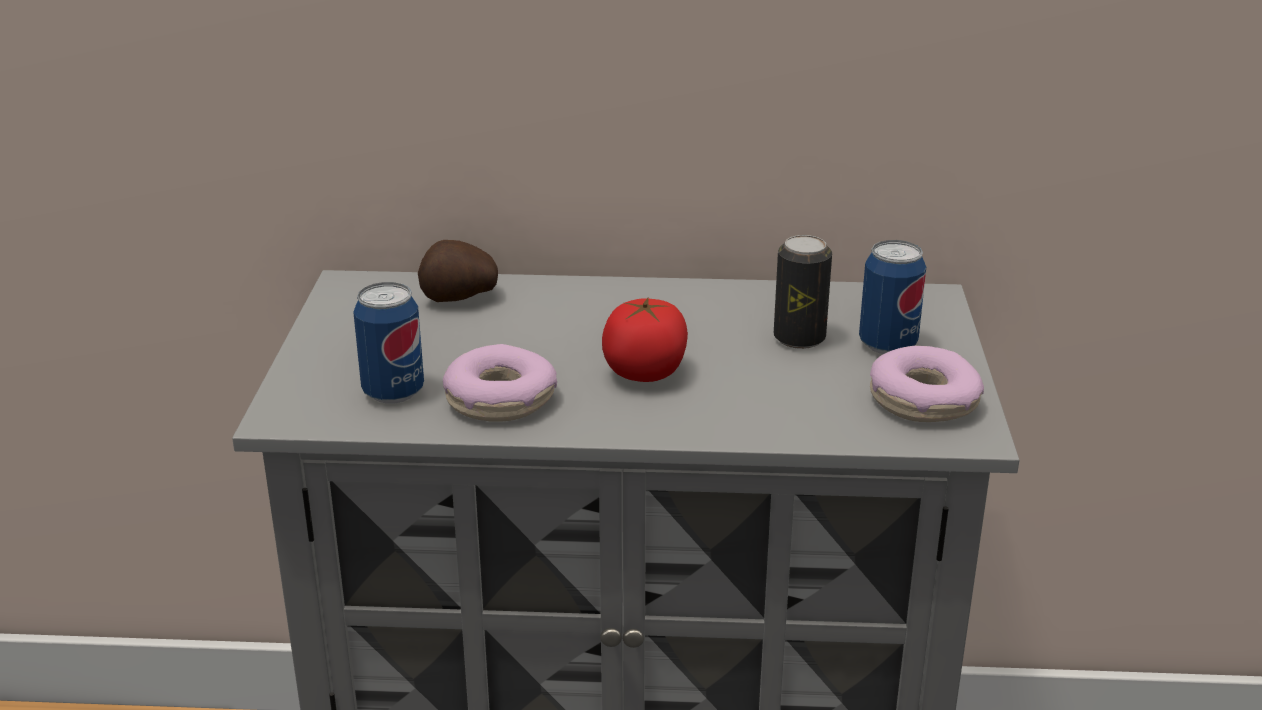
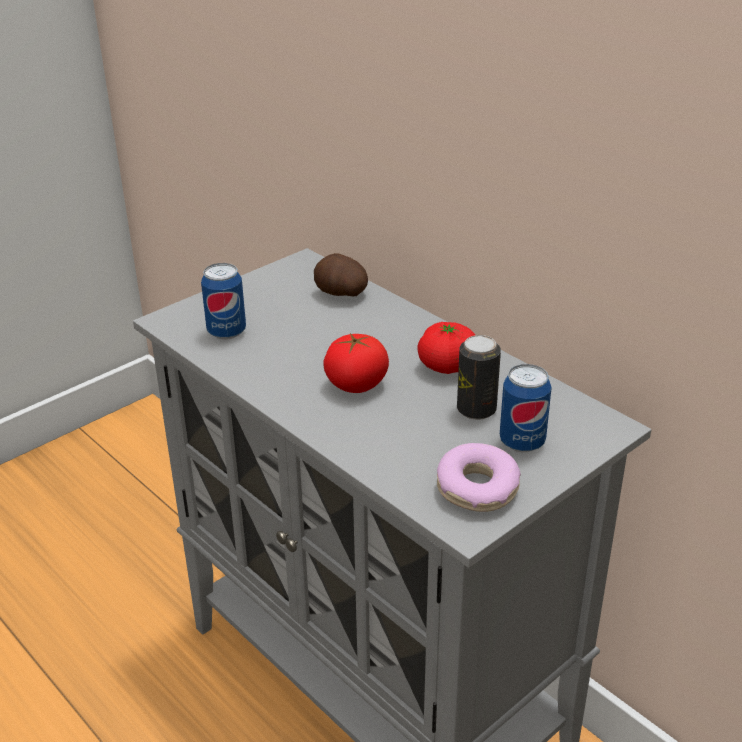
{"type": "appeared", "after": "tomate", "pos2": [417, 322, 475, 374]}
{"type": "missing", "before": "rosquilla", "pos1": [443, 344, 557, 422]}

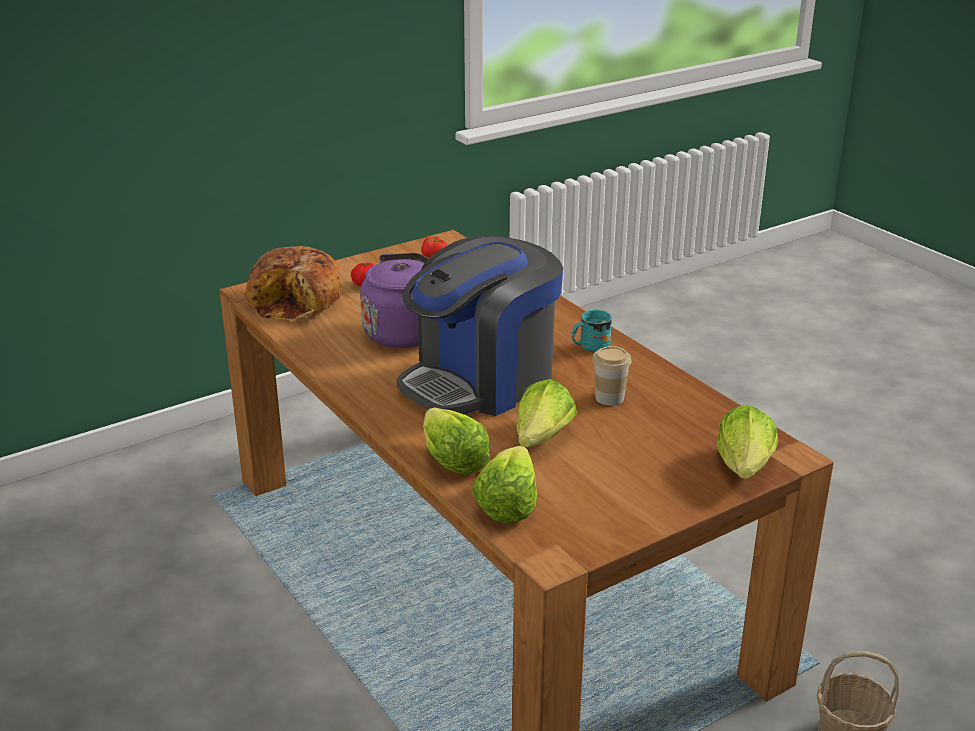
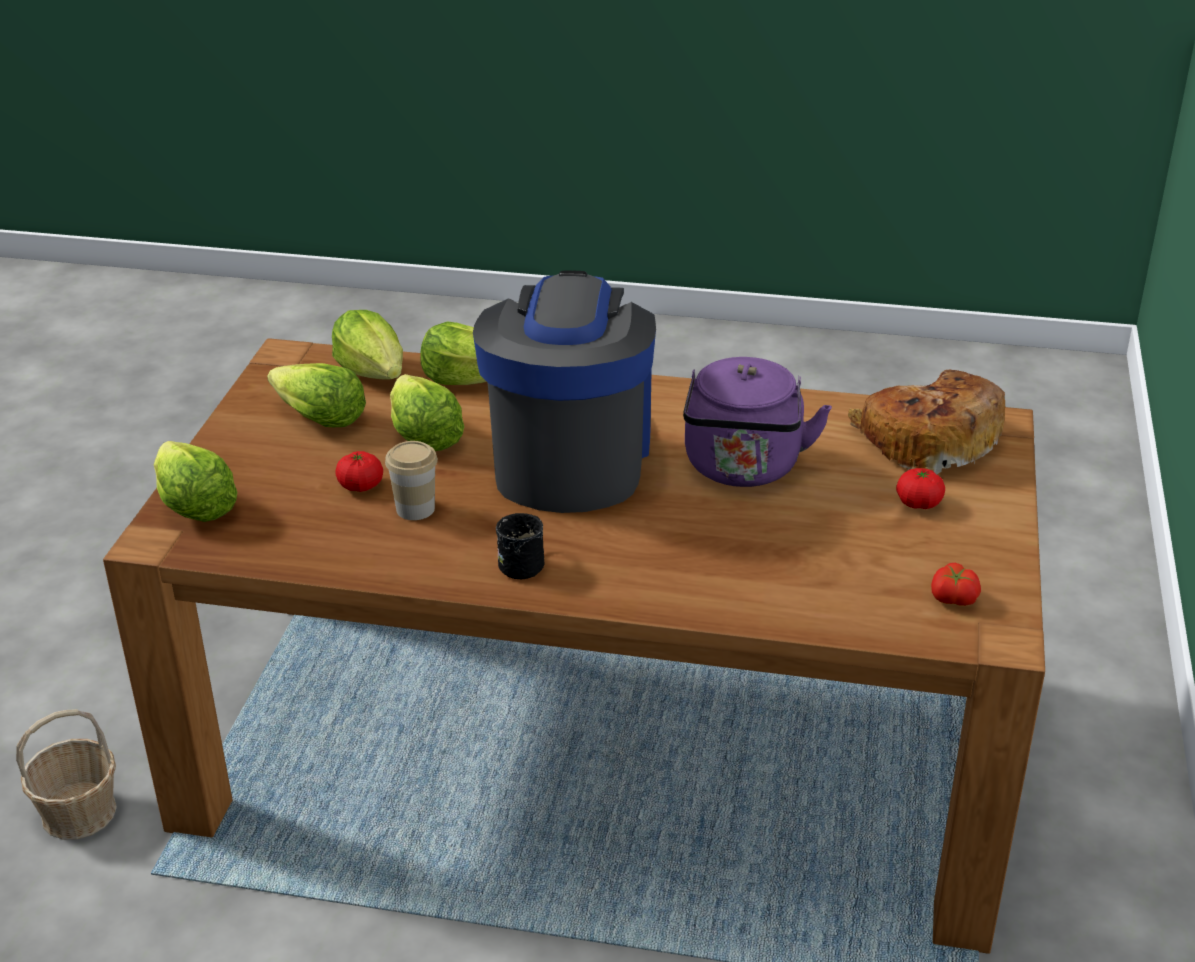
{"type": "appeared", "after": "lechuga", "pos2": [267, 363, 366, 427]}
{"type": "appeared", "after": "tomate", "pos2": [335, 451, 383, 492]}
{"type": "colour", "before": "taza grande/turquesa", "after": "taza grande/negro", "pos1": [571, 310, 612, 353], "pos2": [496, 513, 544, 579]}

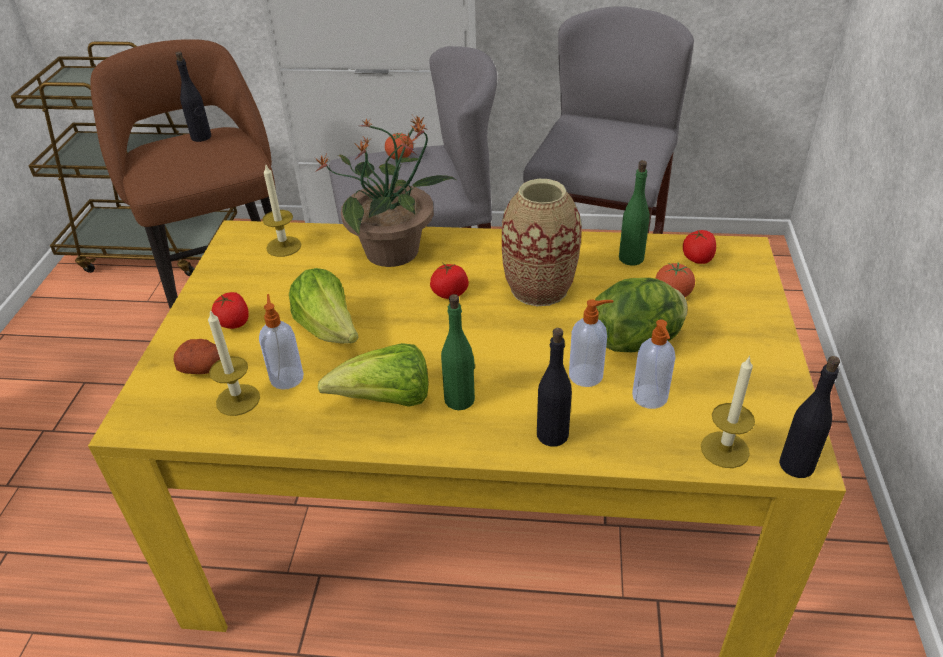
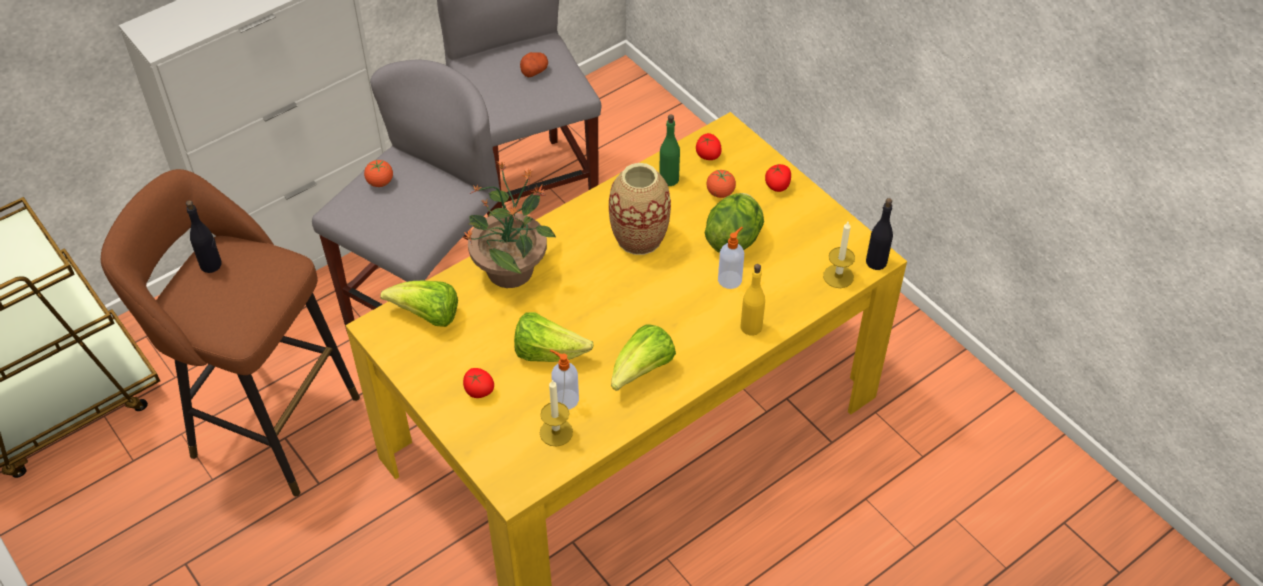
{"type": "exchanged", "before": "vela", "after": "lechuga", "pos1": [262, 163, 301, 257], "pos2": [380, 281, 458, 327]}
{"type": "relocated", "before": "patata", "pos1": [174, 339, 220, 374], "pos2": [520, 52, 548, 78]}
{"type": "colour", "before": "botella/negro", "after": "botella/amarillo", "pos1": [537, 328, 572, 447], "pos2": [741, 264, 765, 336]}
{"type": "relocated", "before": "tomate", "pos1": [430, 263, 469, 299], "pos2": [765, 164, 791, 192]}
{"type": "missing", "before": "botella/verde", "pos1": [441, 294, 475, 410]}
{"type": "missing", "before": "dispensador de jabón", "pos1": [632, 320, 676, 409]}

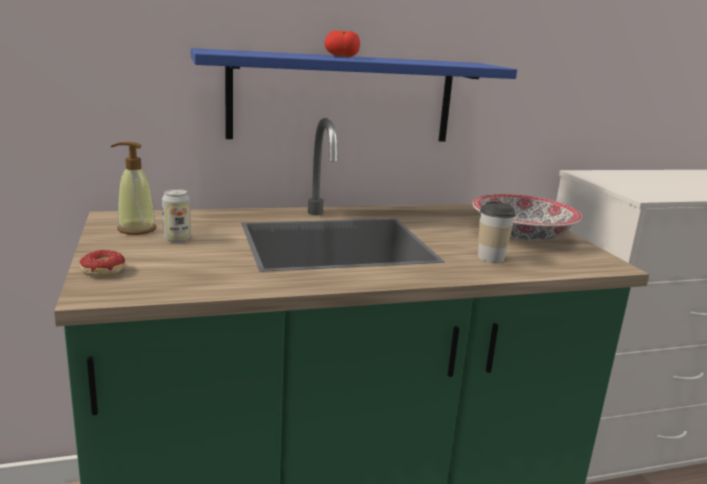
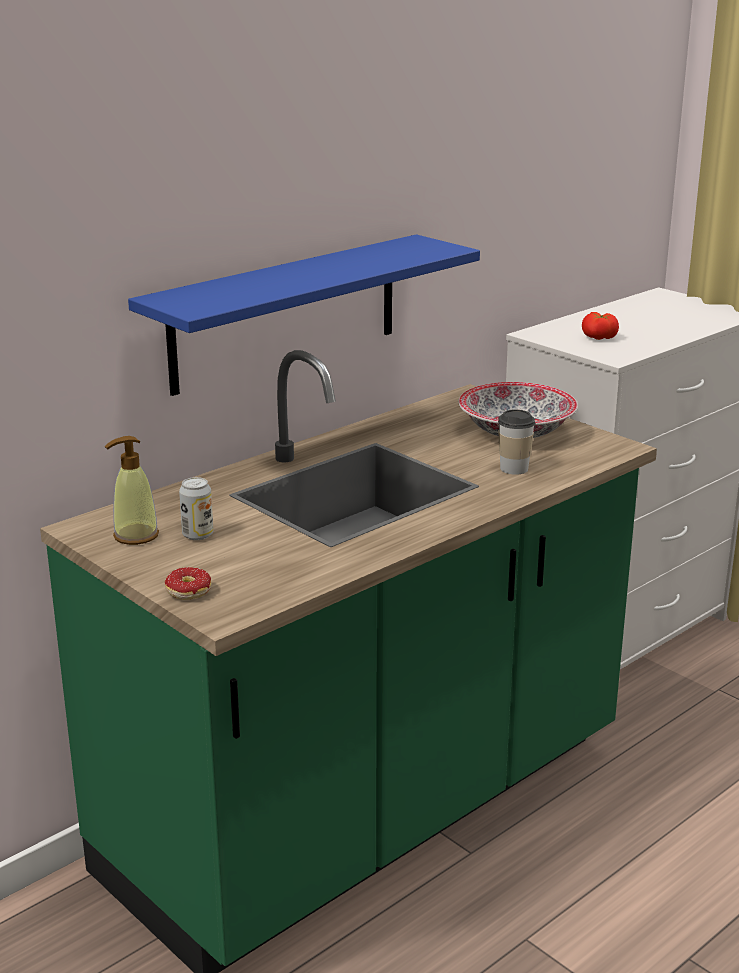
{"type": "relocated", "before": "tomate", "pos1": [325, 30, 360, 57], "pos2": [582, 312, 619, 340]}

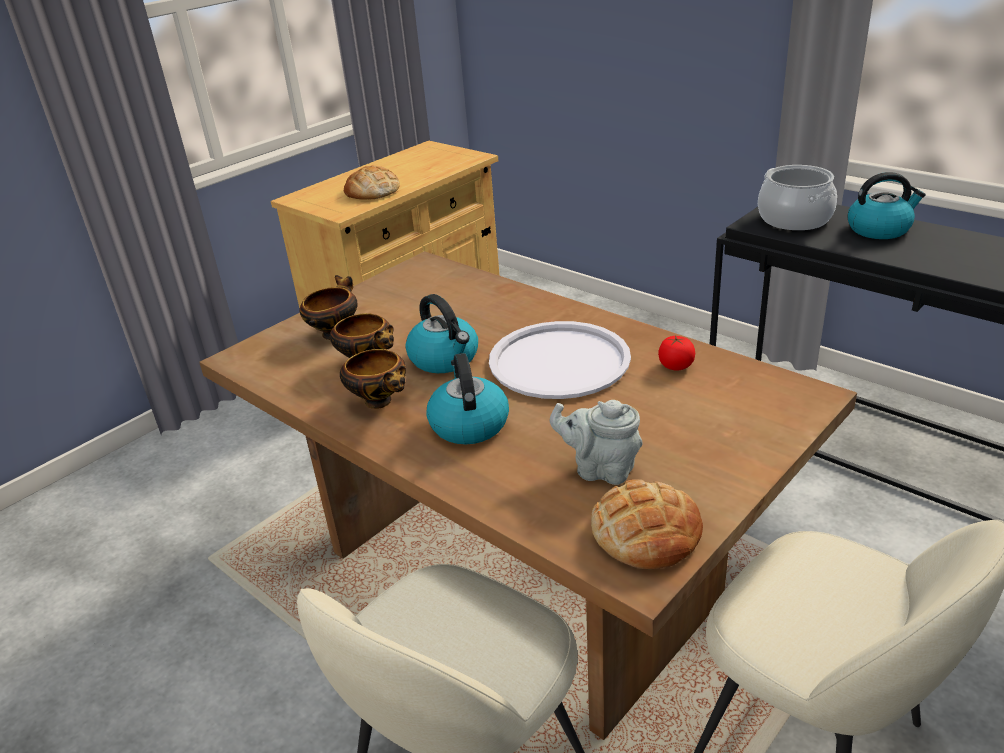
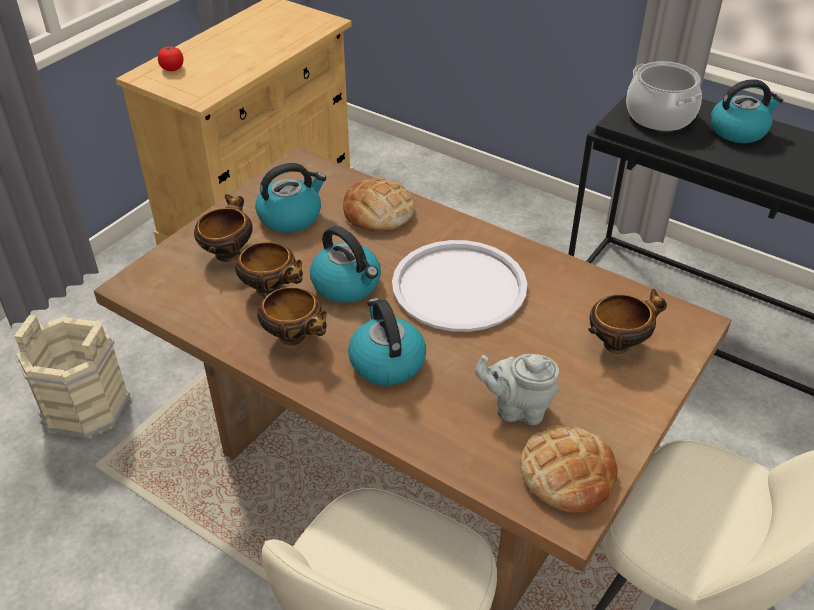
{"type": "appeared", "after": "cubo/beis", "pos2": [14, 315, 130, 439]}
{"type": "relocated", "before": "tomate", "pos1": [658, 335, 695, 371], "pos2": [158, 47, 183, 71]}
{"type": "appeared", "after": "hervidor", "pos2": [256, 163, 326, 233]}
{"type": "relocated", "before": "pan", "pos1": [344, 165, 400, 200], "pos2": [343, 178, 415, 231]}
{"type": "appeared", "after": "cuenco", "pos2": [588, 289, 667, 354]}

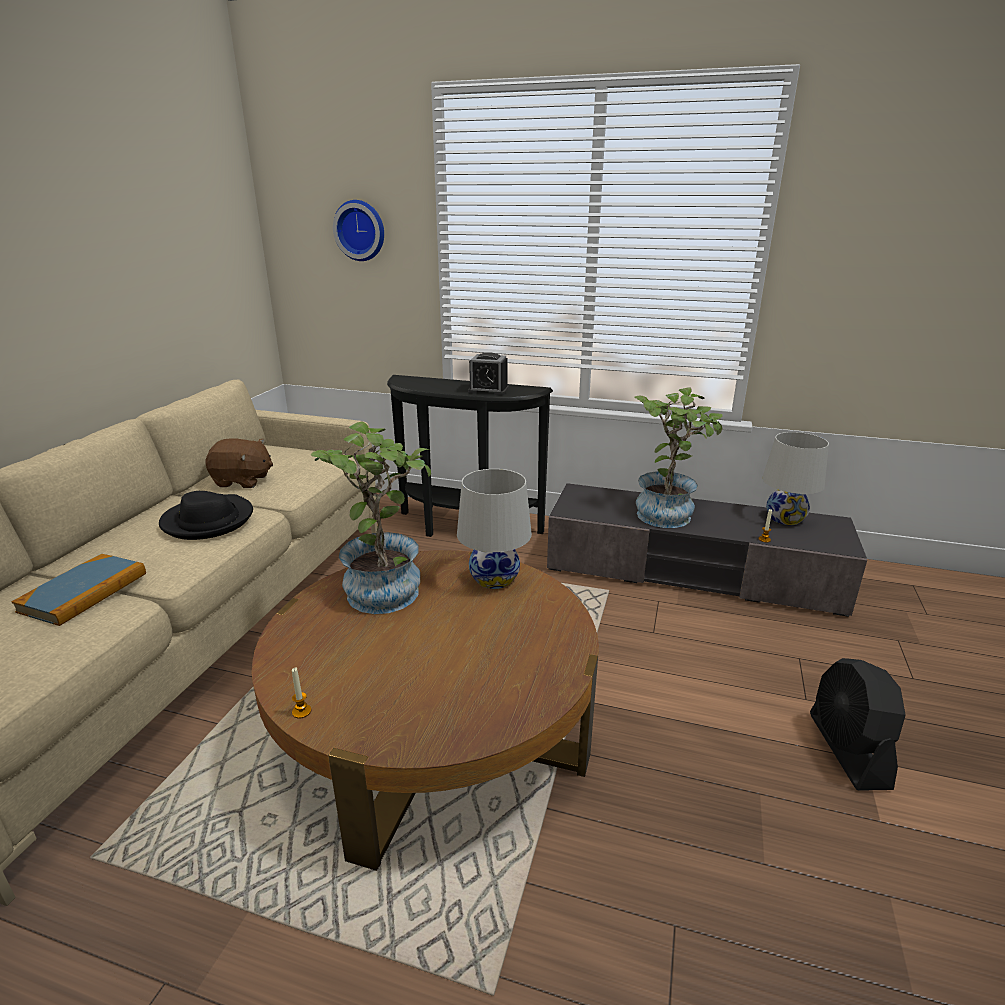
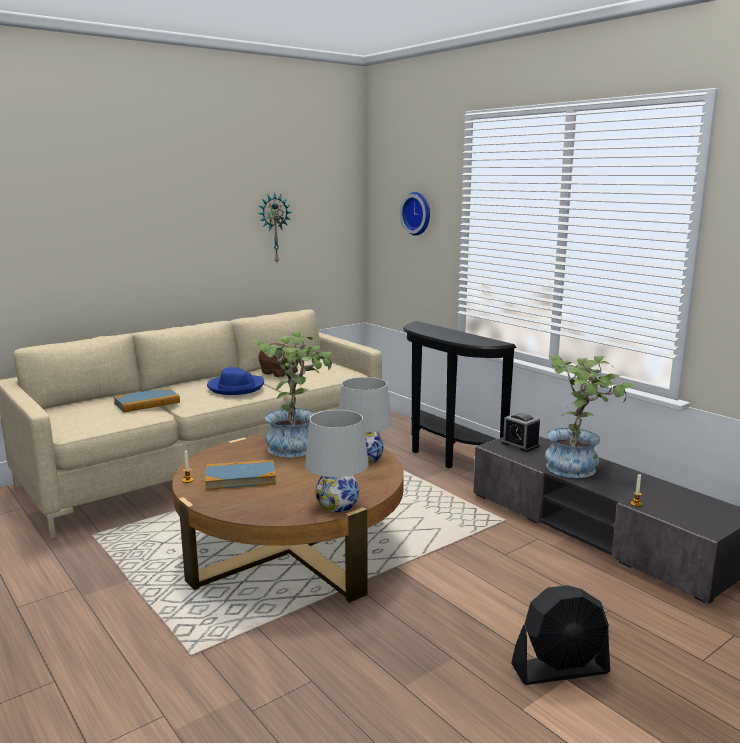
{"type": "appeared", "after": "libro", "pos2": [205, 460, 276, 490]}
{"type": "colour", "before": "sombrero/negro", "after": "sombrero/azul", "pos1": [159, 491, 253, 540], "pos2": [207, 367, 264, 395]}
{"type": "appeared", "after": "reloj de pared", "pos2": [258, 193, 292, 262]}
{"type": "relocated", "before": "lámpara de mesa/blanco", "pos1": [762, 432, 829, 525], "pos2": [305, 410, 369, 512]}
{"type": "relocated", "before": "despertador", "pos1": [468, 352, 509, 395], "pos2": [502, 412, 540, 452]}
{"type": "spun", "before": "ventilador/negro", "pos1": [810, 658, 906, 791], "pos2": [511, 585, 610, 685], "turn": -135}

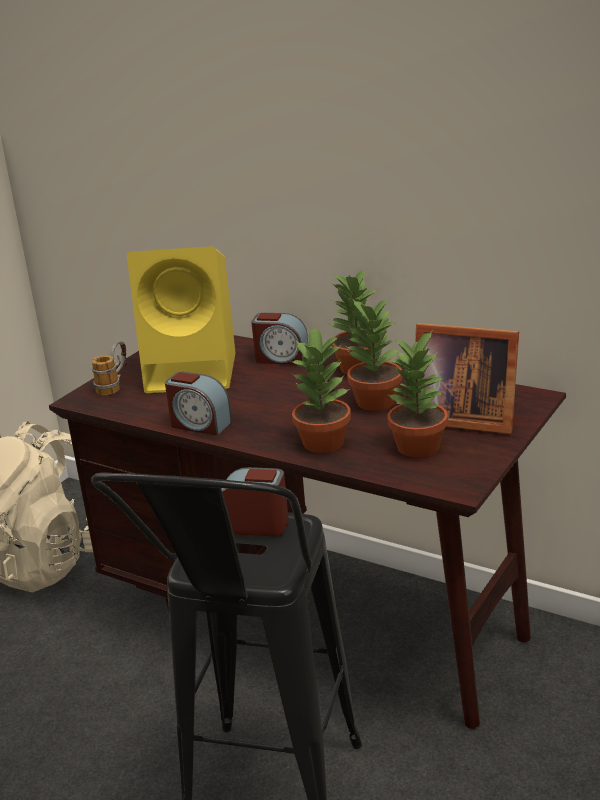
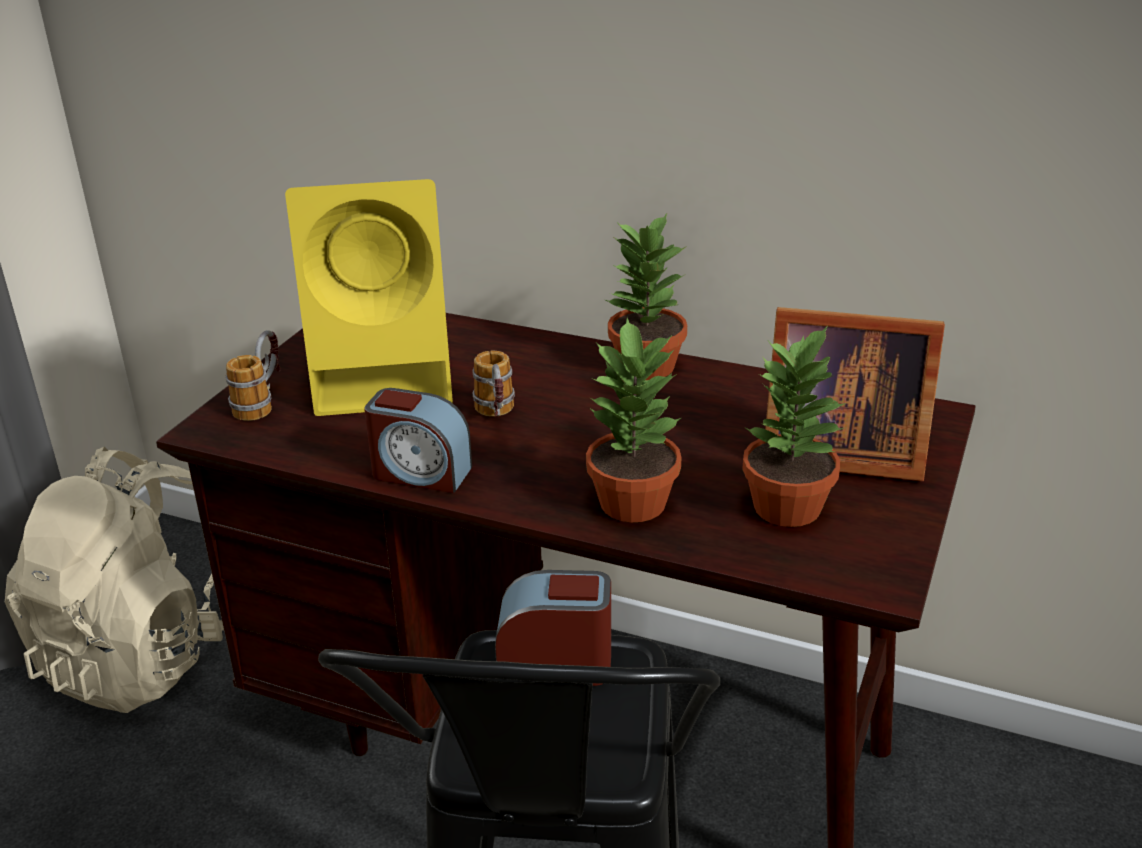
{"type": "appeared", "after": "taza grande", "pos2": [472, 351, 515, 417]}
{"type": "missing", "before": "despertador", "pos1": [251, 313, 308, 365]}
{"type": "missing", "before": "planta en maceta", "pos1": [345, 298, 402, 411]}

